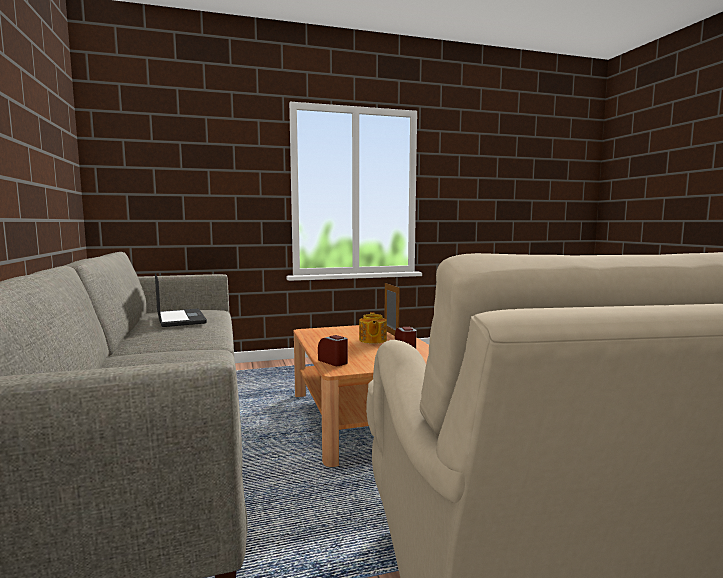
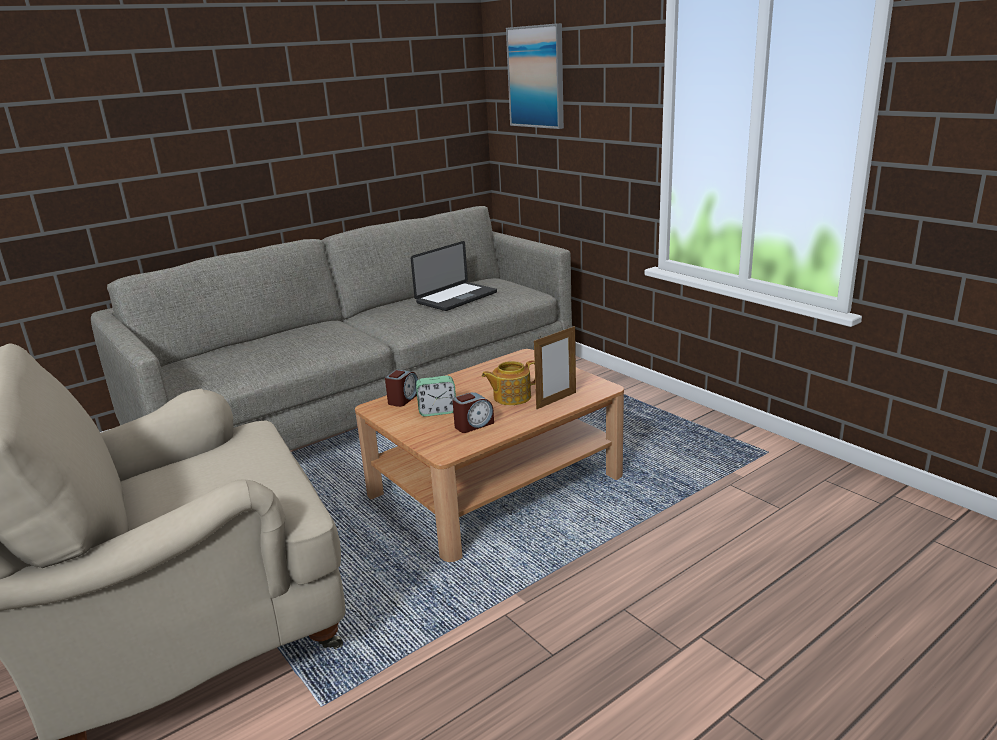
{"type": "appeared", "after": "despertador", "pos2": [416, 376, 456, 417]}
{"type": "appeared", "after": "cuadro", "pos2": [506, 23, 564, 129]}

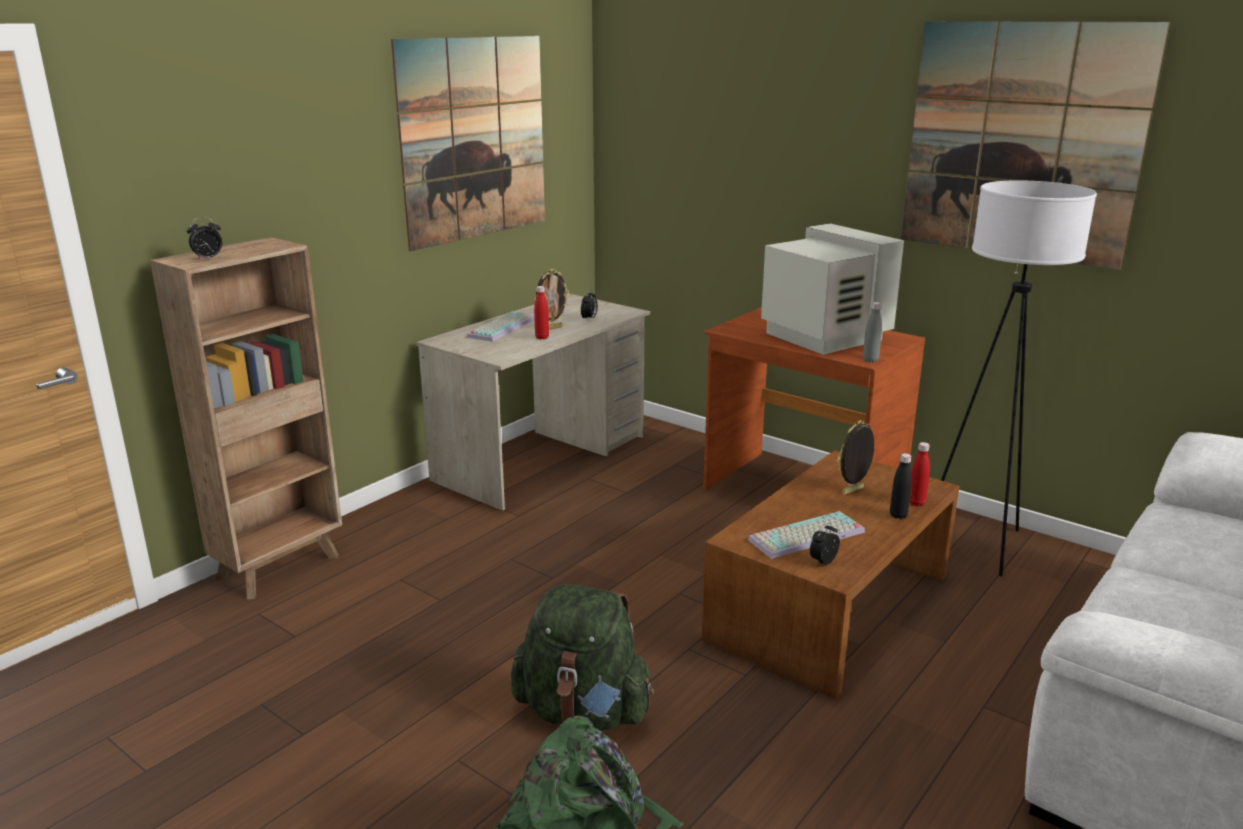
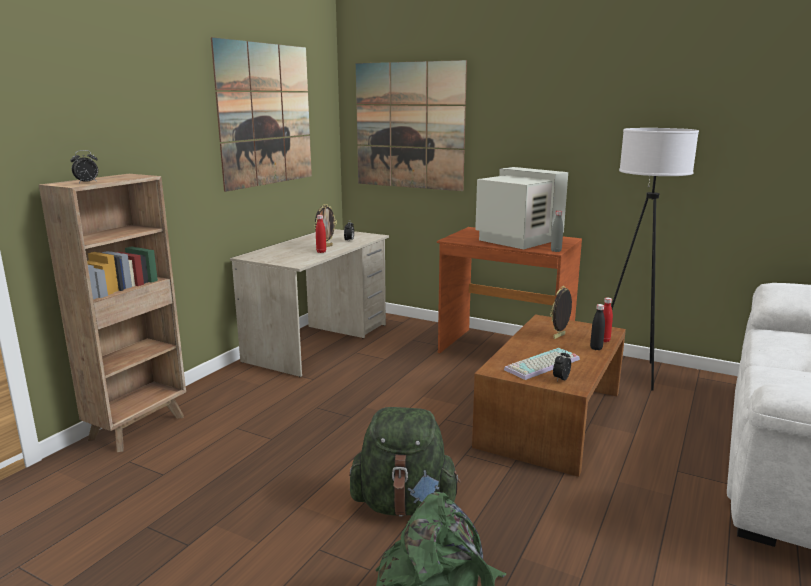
{"type": "relocated", "before": "cuadro", "pos1": [901, 21, 1170, 270], "pos2": [356, 60, 467, 191]}
{"type": "missing", "before": "teclado", "pos1": [467, 311, 535, 342]}

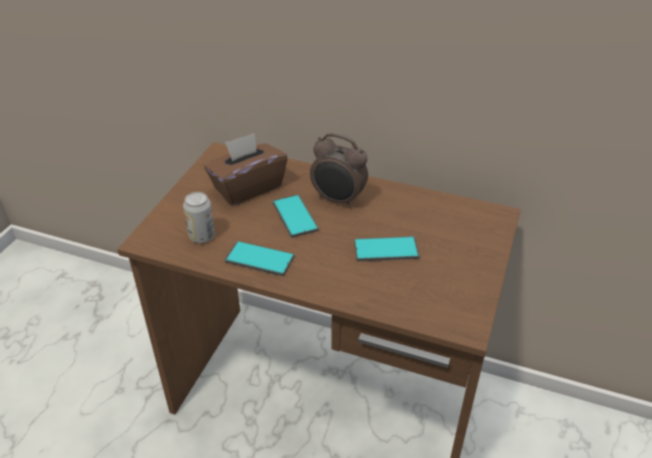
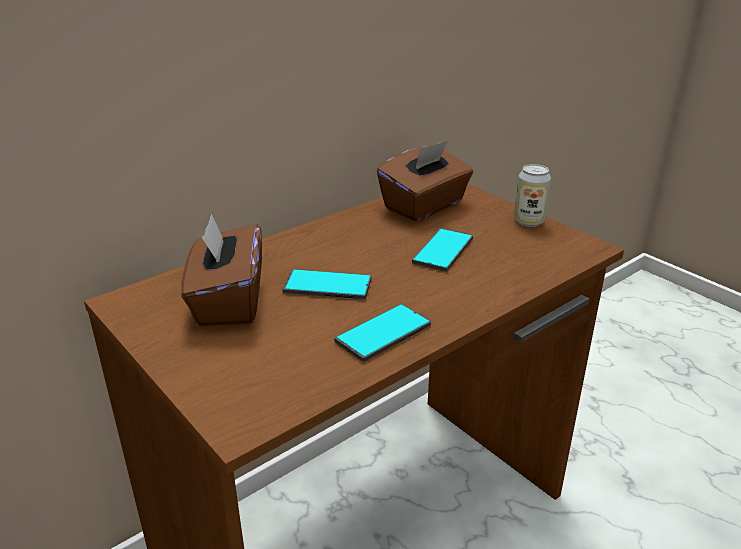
{"type": "appeared", "after": "caja de pañuelos/marrón", "pos2": [377, 141, 473, 221]}
{"type": "relocated", "before": "lata", "pos1": [183, 192, 215, 243], "pos2": [514, 164, 551, 227]}
{"type": "missing", "before": "despertador", "pos1": [310, 133, 368, 208]}

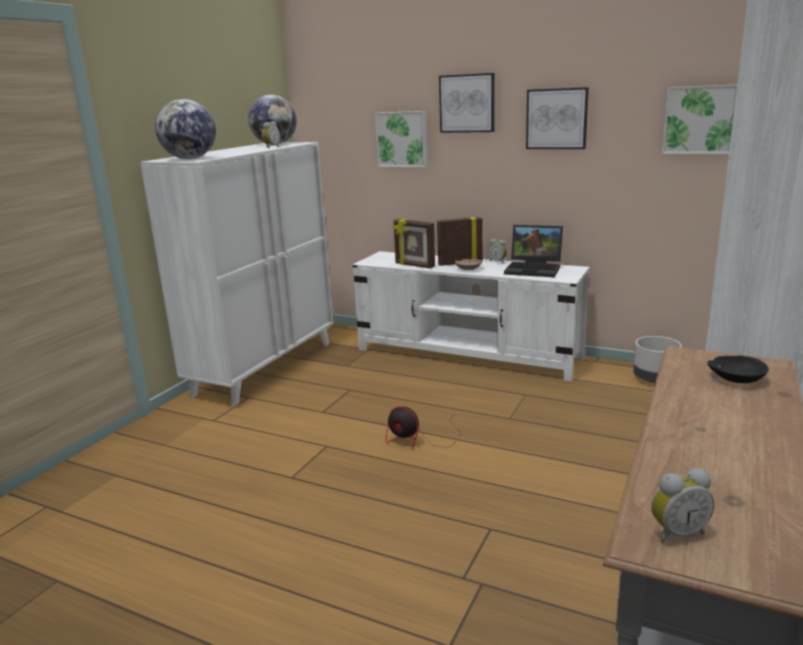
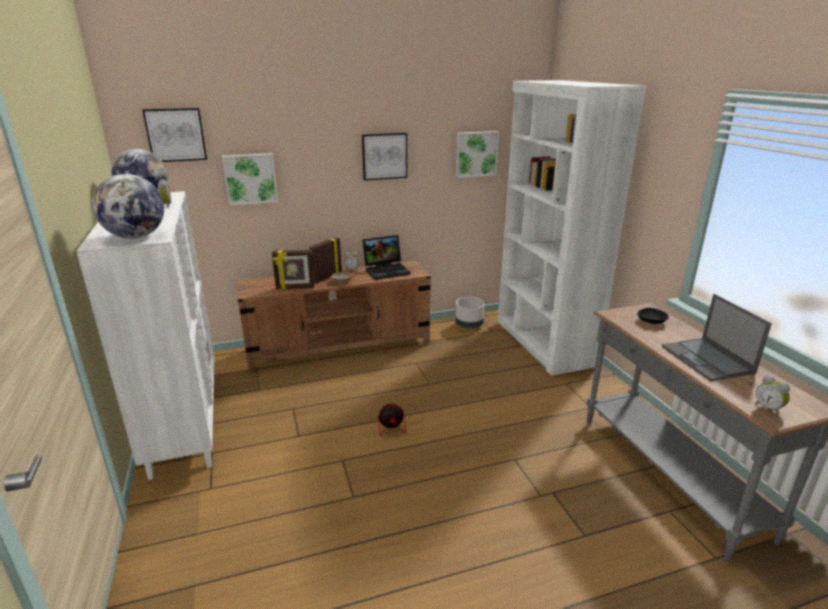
{"type": "relocated", "before": "cuadro", "pos1": [439, 73, 495, 133], "pos2": [142, 108, 207, 162]}
{"type": "colour", "before": "mueble de televisión/blanco", "after": "mueble de televisión/marrón", "pos1": [353, 251, 590, 381], "pos2": [236, 260, 431, 372]}
{"type": "appeared", "after": "portátil", "pos2": [662, 294, 772, 381]}
{"type": "spun", "before": "despertador", "pos1": [651, 468, 715, 543], "pos2": [755, 375, 790, 416], "turn": 120}

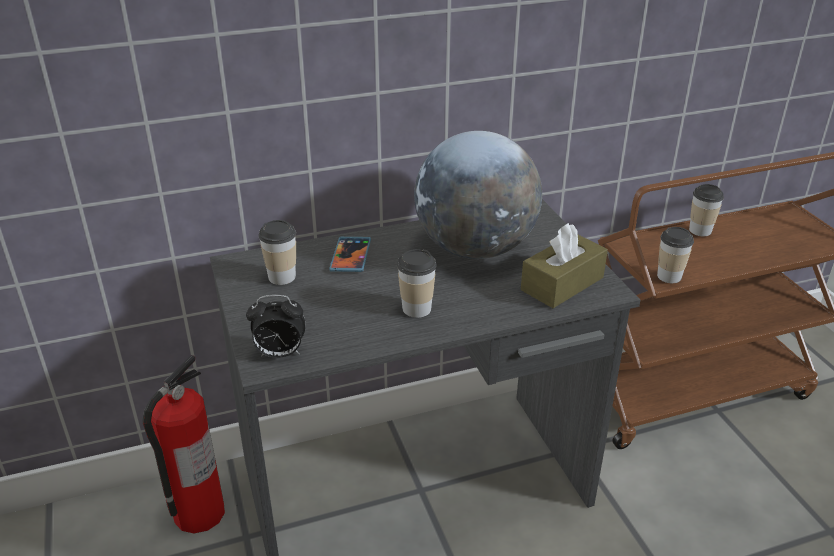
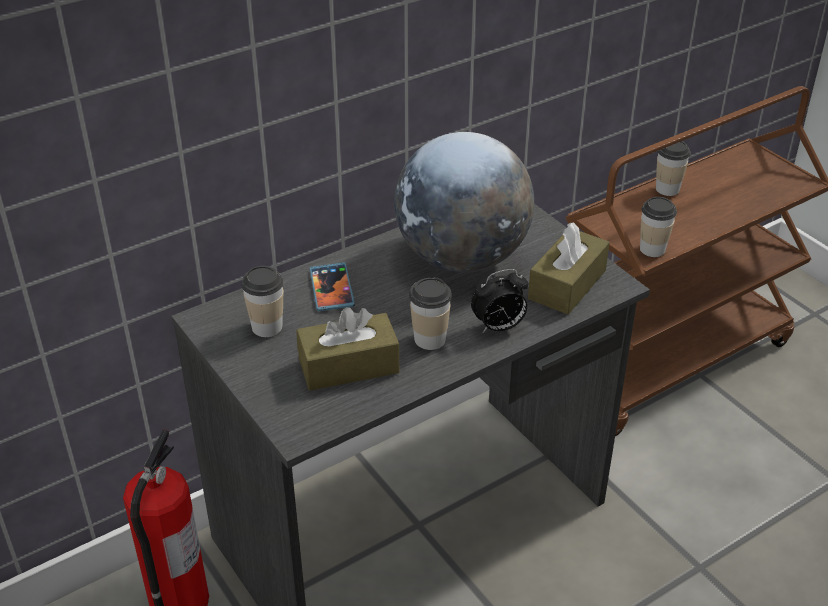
{"type": "appeared", "after": "caja de pañuelos/marrón", "pos2": [296, 307, 399, 391]}
{"type": "relocated", "before": "despertador", "pos1": [246, 295, 305, 358], "pos2": [471, 269, 528, 333]}

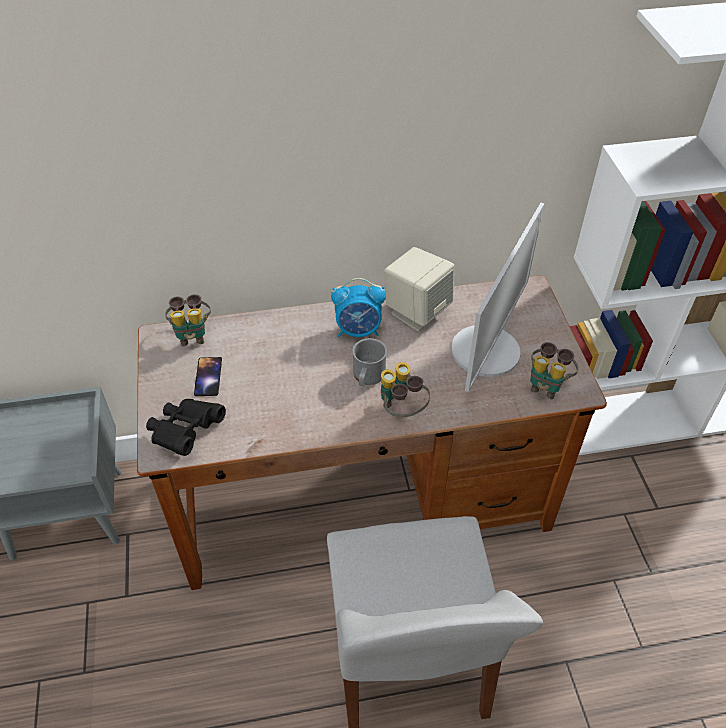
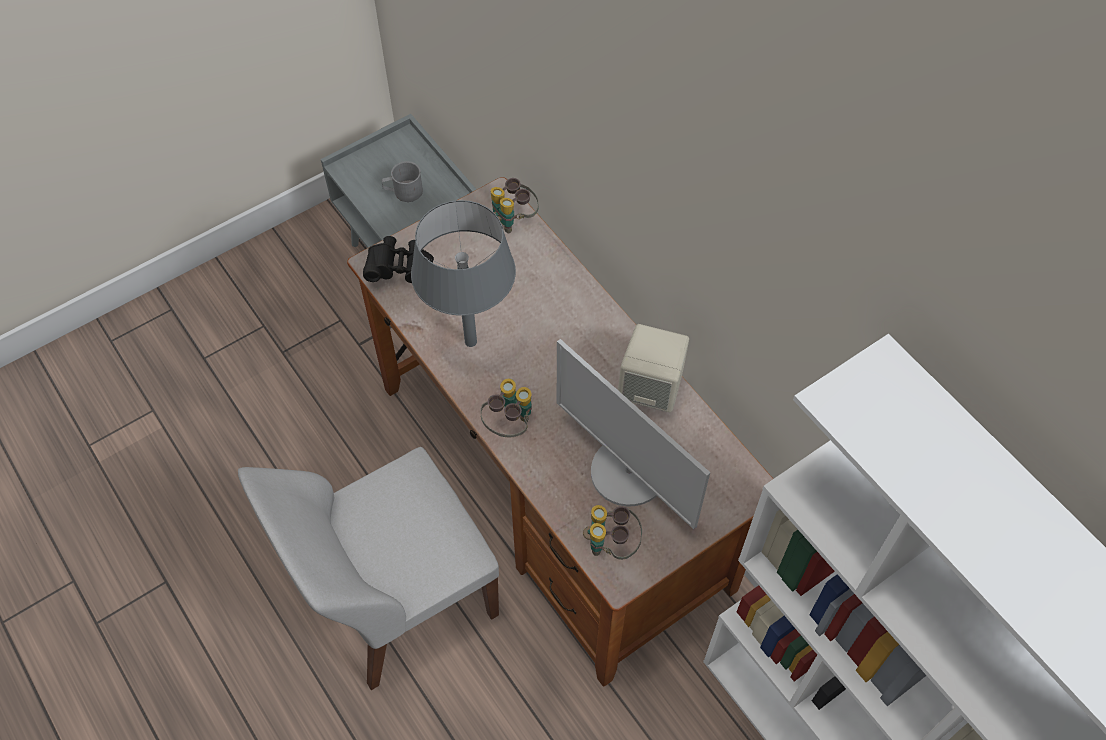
{"type": "relocated", "before": "taza grande/gris", "pos1": [352, 338, 387, 386], "pos2": [382, 161, 423, 202]}
{"type": "appeared", "after": "lámpara de mesa/gris", "pos2": [411, 200, 516, 347]}
{"type": "spun", "before": "monitor", "pos1": [451, 203, 544, 392], "pos2": [557, 339, 710, 529], "turn": 45}
{"type": "missing", "before": "móvil", "pos1": [194, 357, 222, 396]}
{"type": "missing", "before": "despertador", "pos1": [331, 278, 386, 337]}

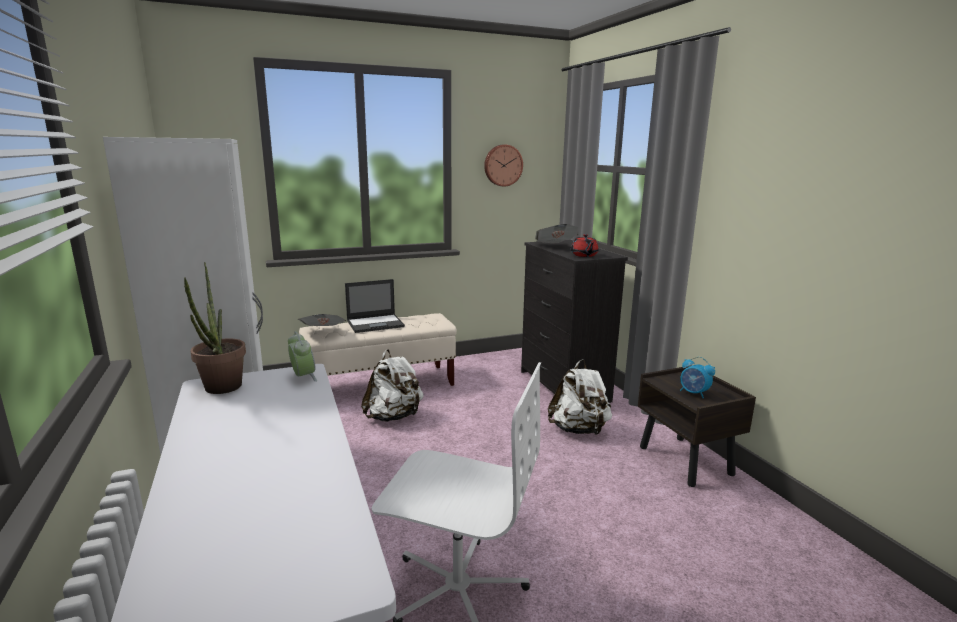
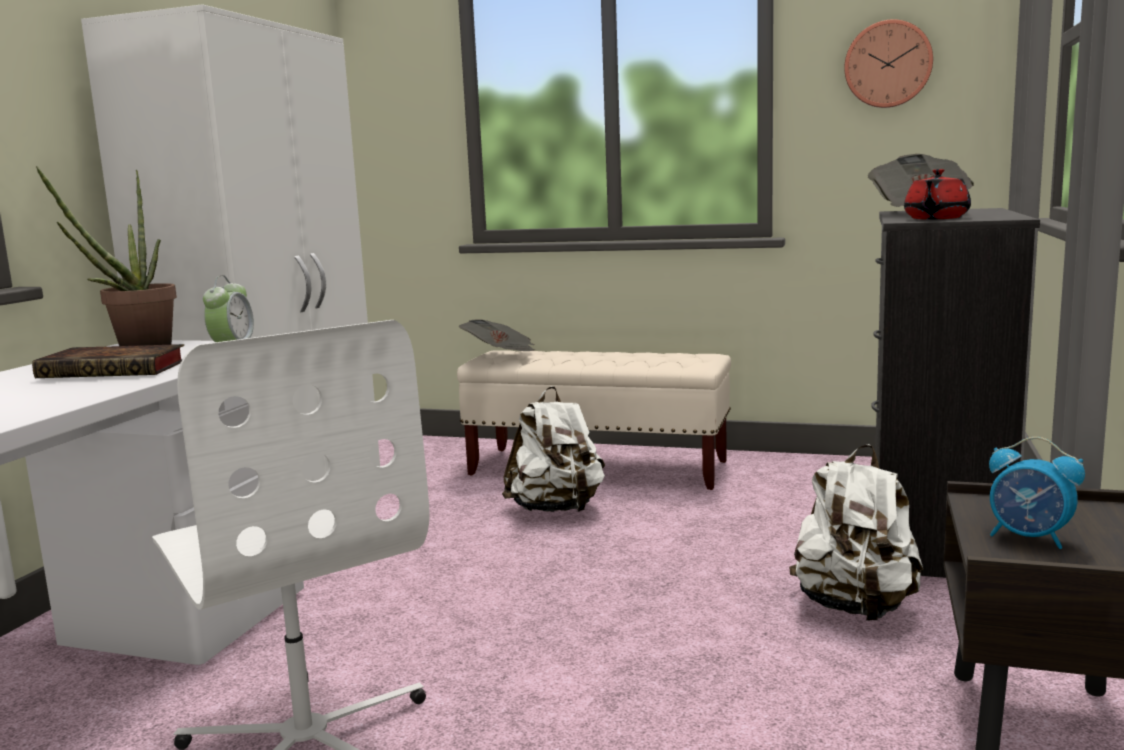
{"type": "appeared", "after": "libro", "pos2": [32, 344, 184, 378]}
{"type": "spun", "before": "despertador", "pos1": [680, 357, 715, 398], "pos2": [989, 437, 1085, 549], "turn": -45}
{"type": "missing", "before": "portátil", "pos1": [345, 279, 405, 333]}

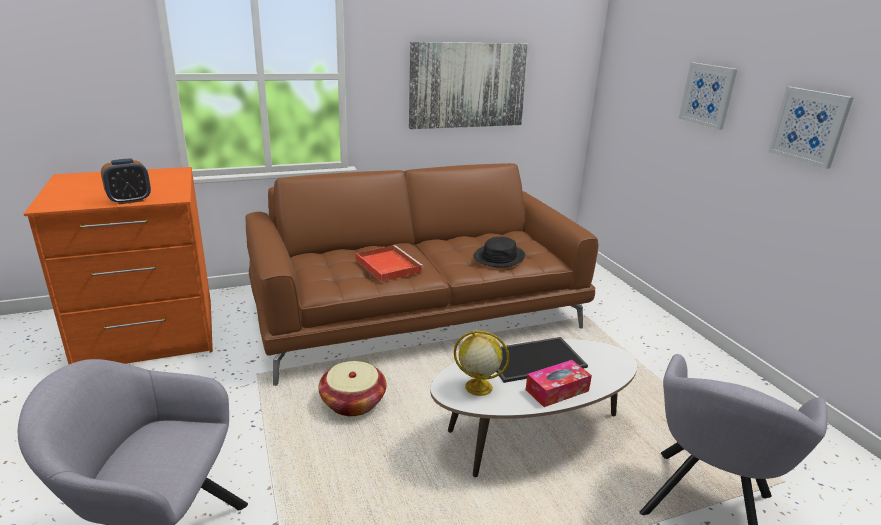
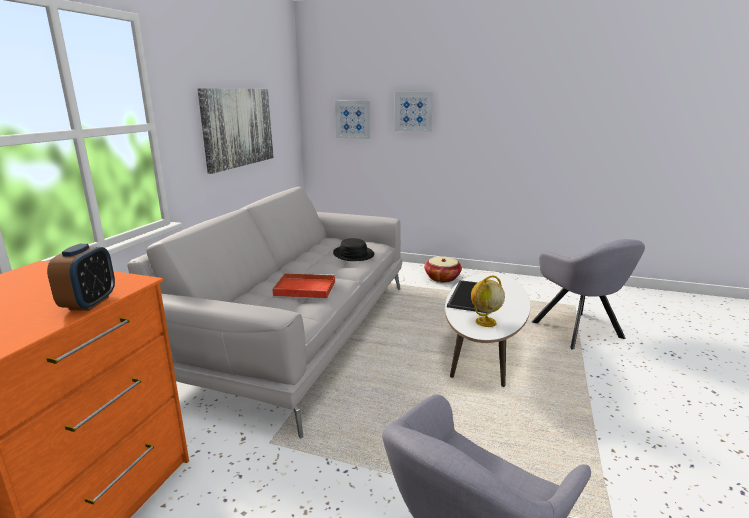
{"type": "colour", "before": "sofá/marrón", "after": "sofá/gris", "pos1": [245, 163, 599, 386], "pos2": [127, 187, 403, 439]}
{"type": "relocated", "before": "cuadro", "pos1": [768, 87, 854, 169], "pos2": [335, 101, 370, 139]}
{"type": "relocated", "before": "cesta", "pos1": [319, 361, 386, 416], "pos2": [424, 256, 462, 282]}
{"type": "missing", "before": "caja de pañuelos", "pos1": [526, 360, 592, 407]}

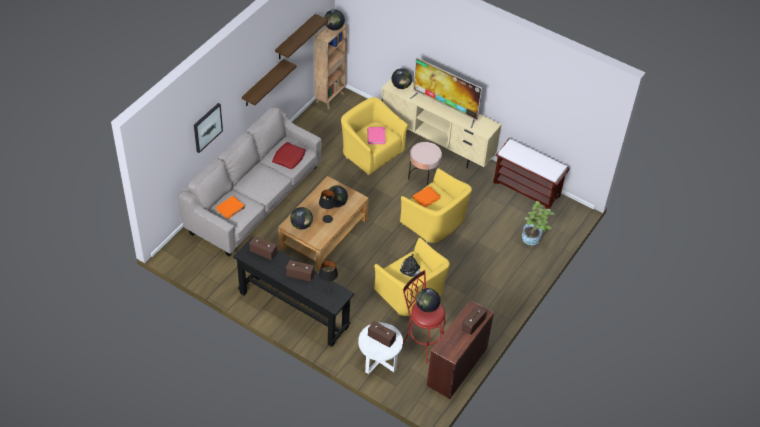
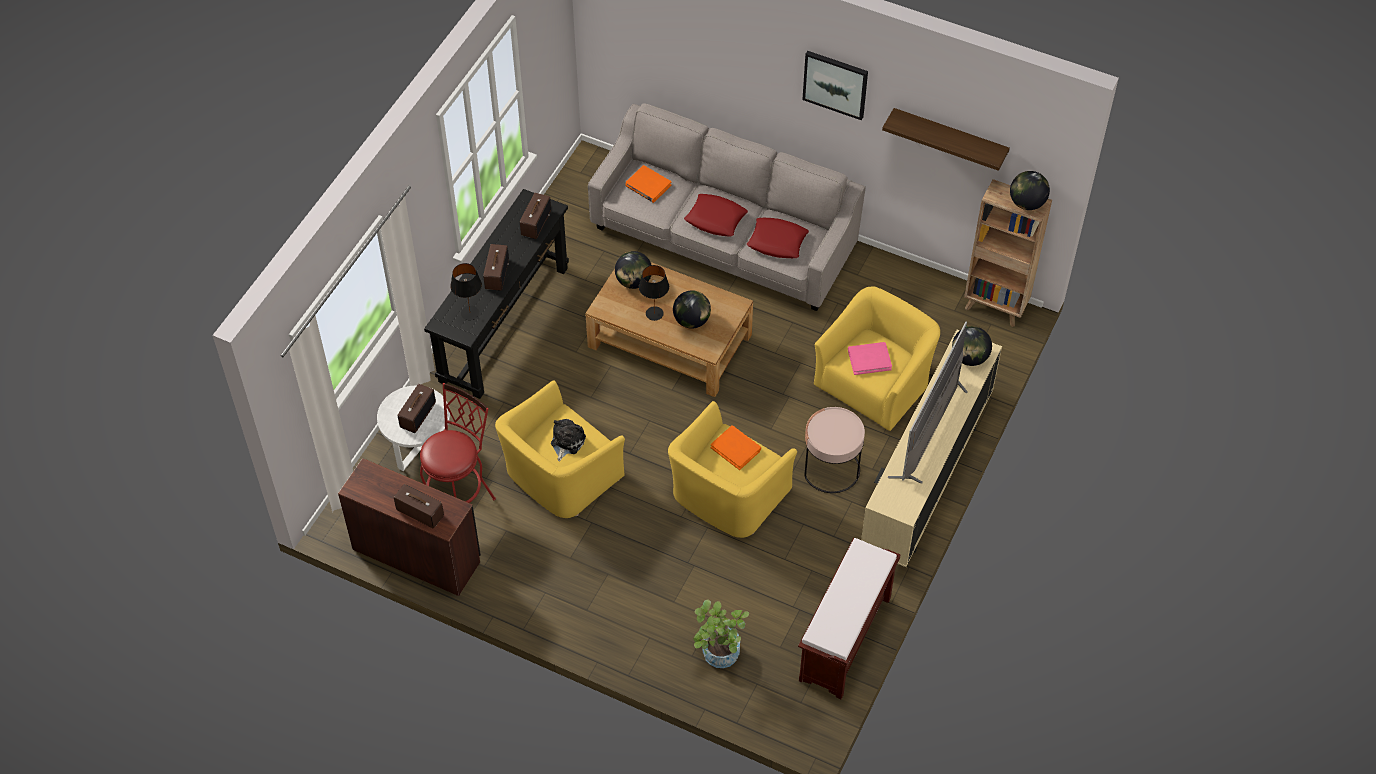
{"type": "appeared", "after": "cojín/rojo", "pos2": [684, 194, 748, 237]}
{"type": "relocated", "before": "cuadro", "pos1": [194, 103, 223, 153], "pos2": [802, 51, 868, 120]}
{"type": "missing", "before": "estante", "pos1": [242, 59, 297, 106]}
{"type": "missing", "before": "globo terráqueo", "pos1": [416, 288, 440, 312]}

